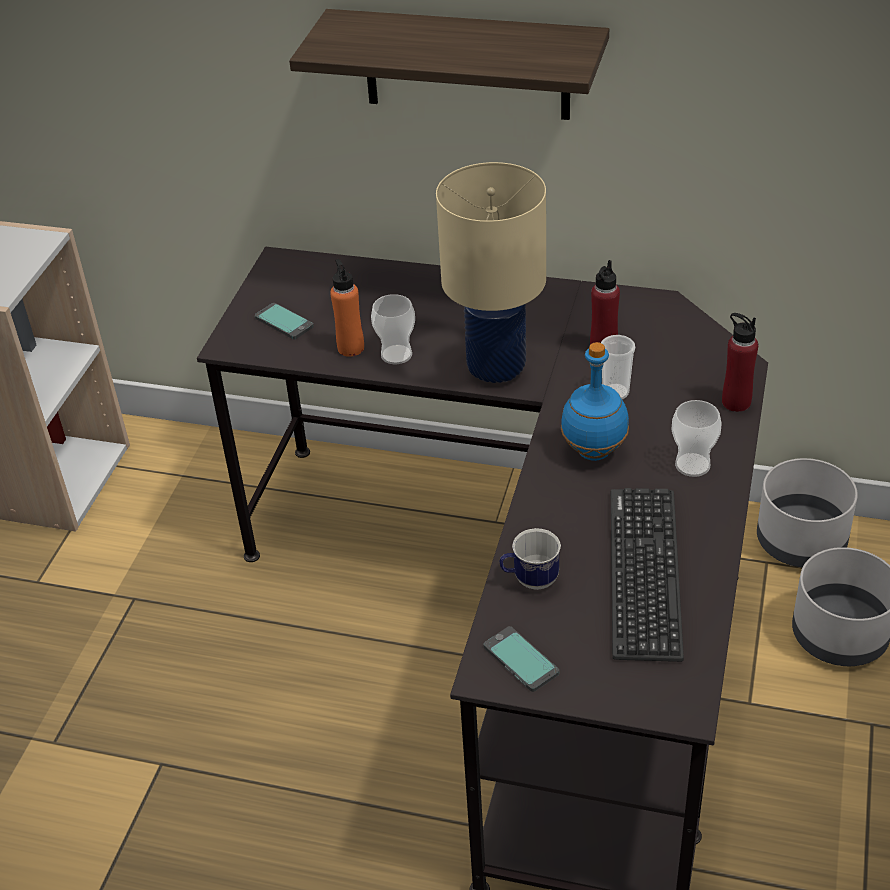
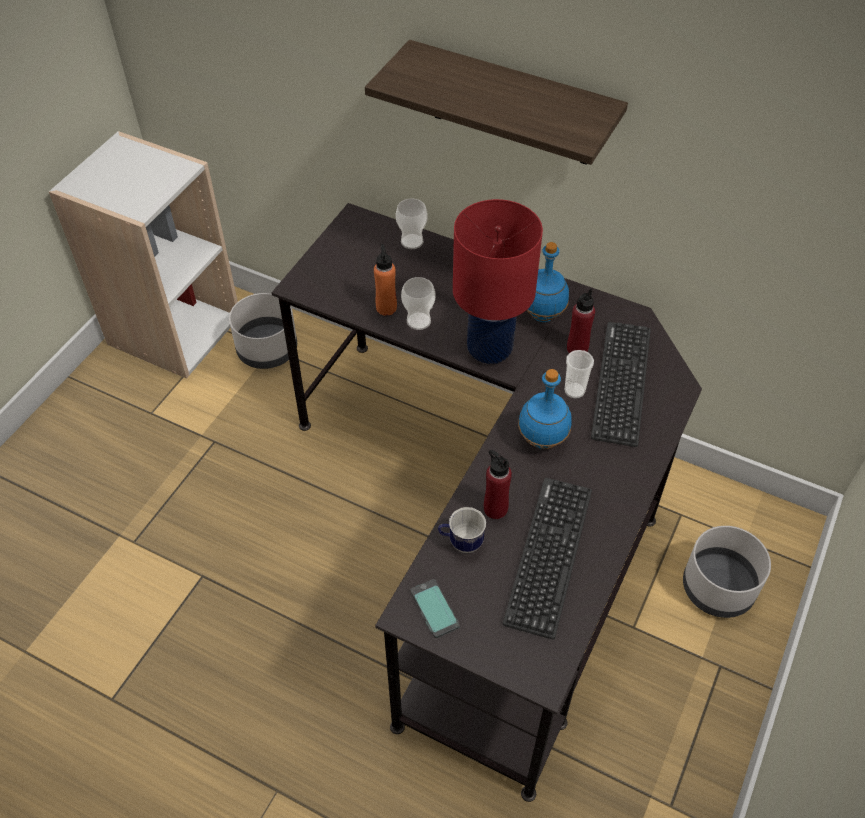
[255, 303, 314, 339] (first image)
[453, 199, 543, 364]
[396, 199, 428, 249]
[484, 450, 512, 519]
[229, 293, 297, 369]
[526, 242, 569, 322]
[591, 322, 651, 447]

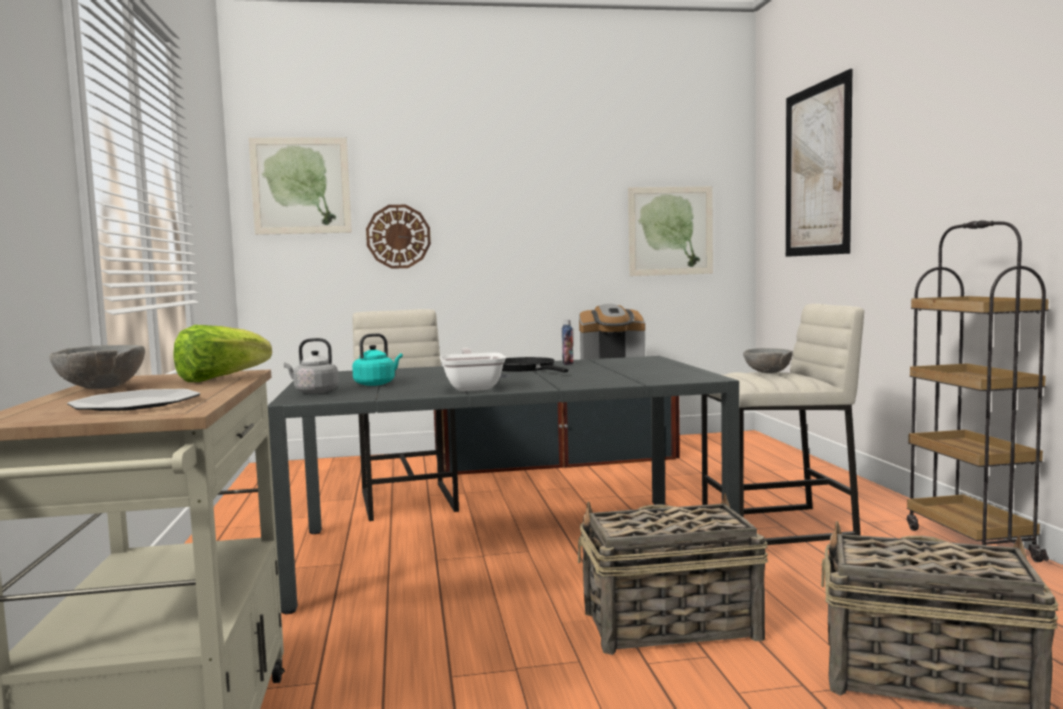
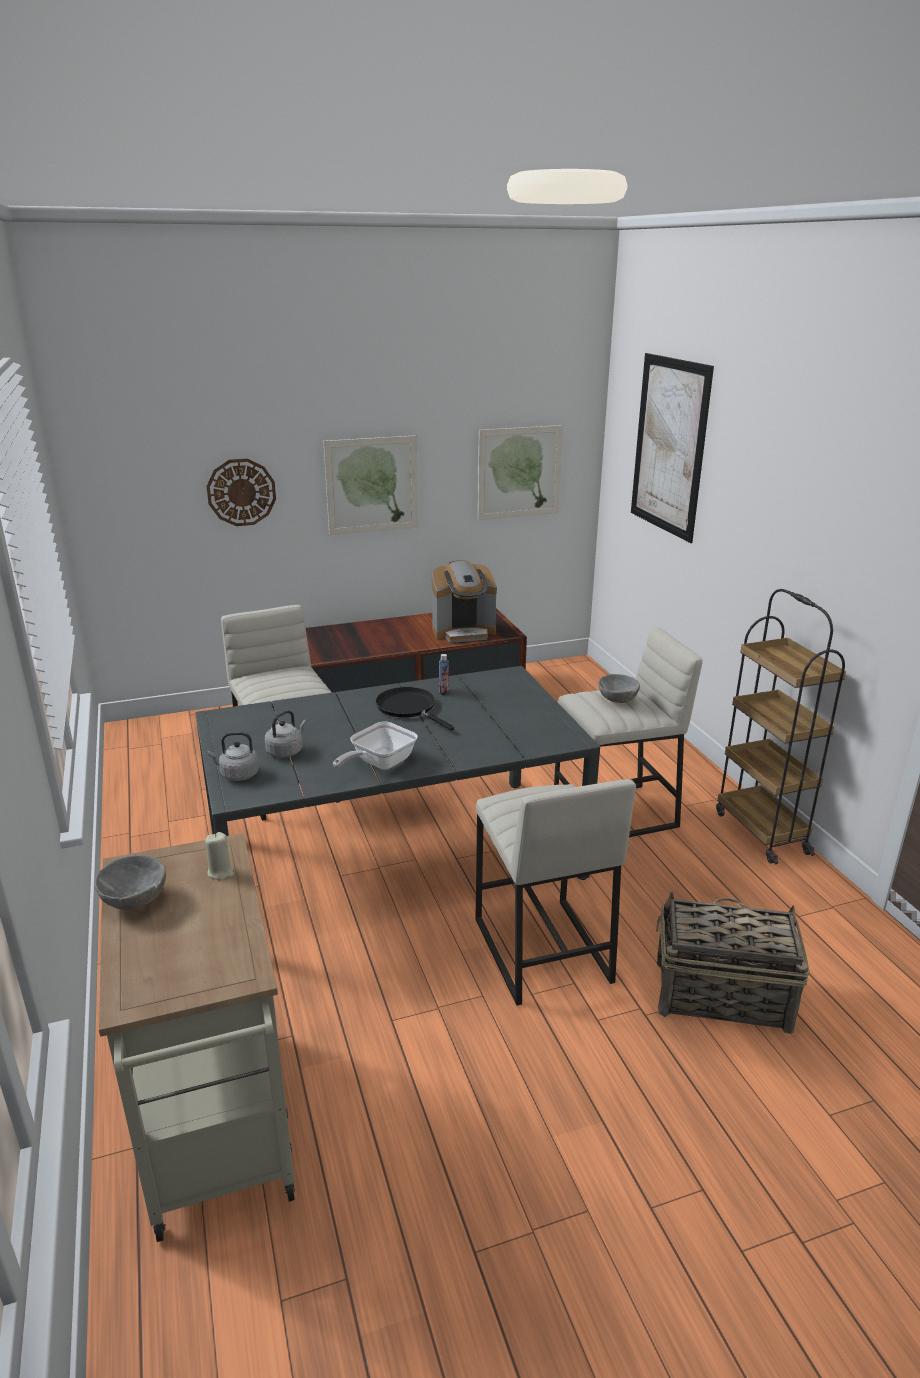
[67, 389, 200, 411] (first image)
[205, 832, 234, 881]
[323, 435, 418, 535]
[265, 710, 307, 758]
[333, 722, 418, 770]
[476, 779, 636, 1006]

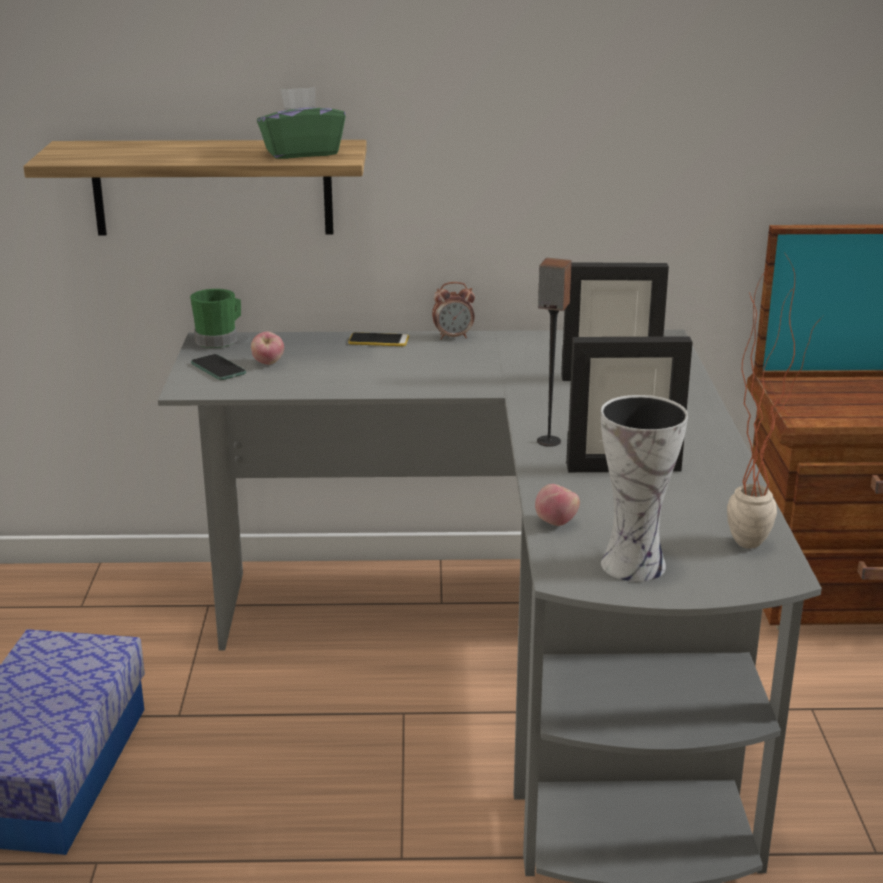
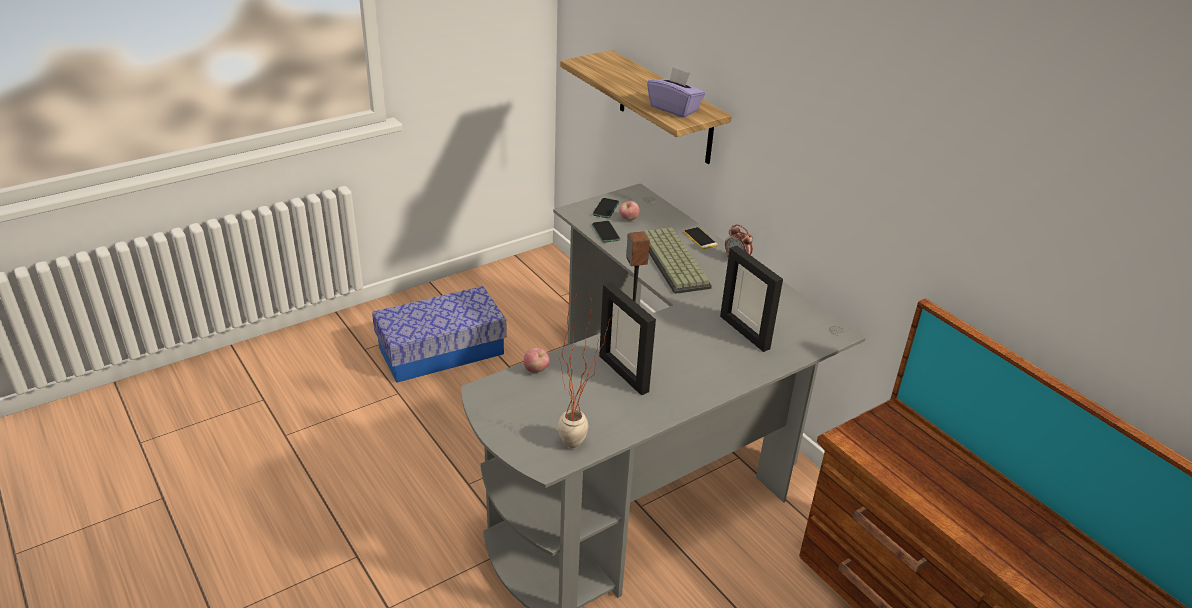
[190, 289, 241, 348] (first image)
[647, 67, 705, 118]
[601, 395, 688, 582] (first image)
[592, 221, 620, 243]
[642, 227, 712, 294]

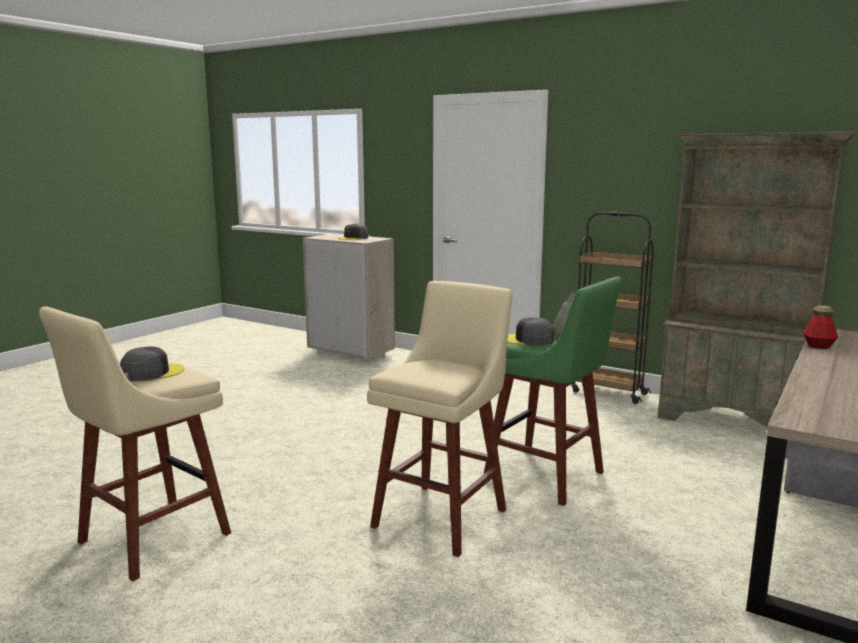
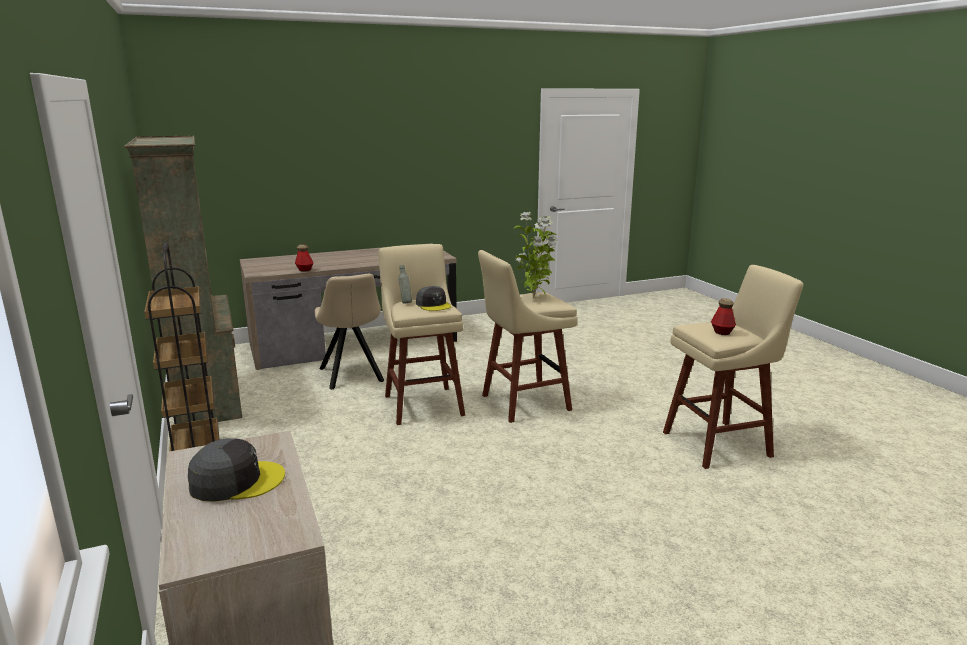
[711, 298, 736, 335]
[378, 244, 465, 425]
[315, 274, 384, 390]
[514, 212, 558, 298]

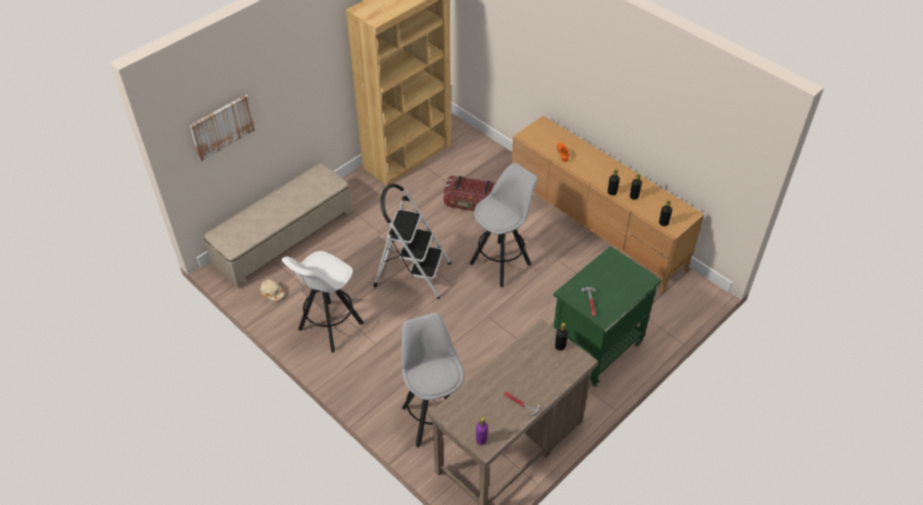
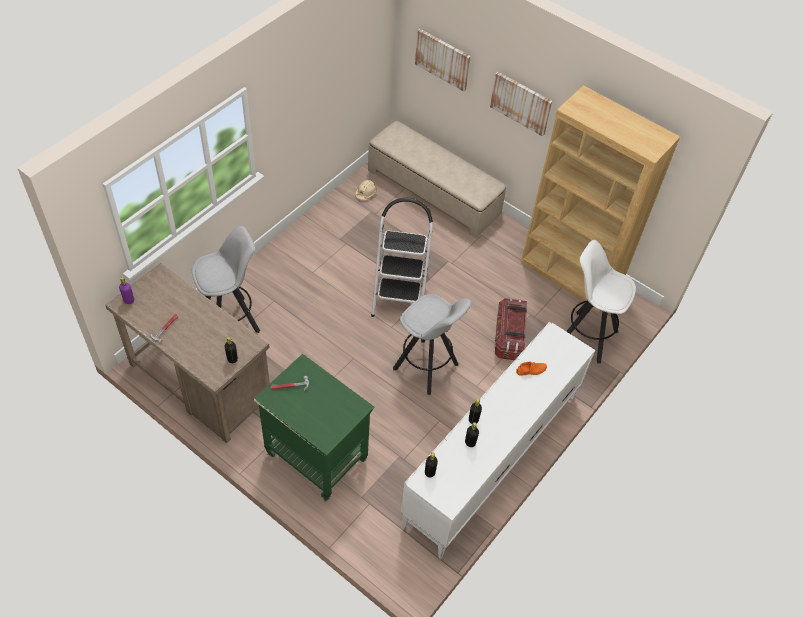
[566, 240, 636, 363]
[401, 322, 595, 559]
[490, 72, 552, 137]

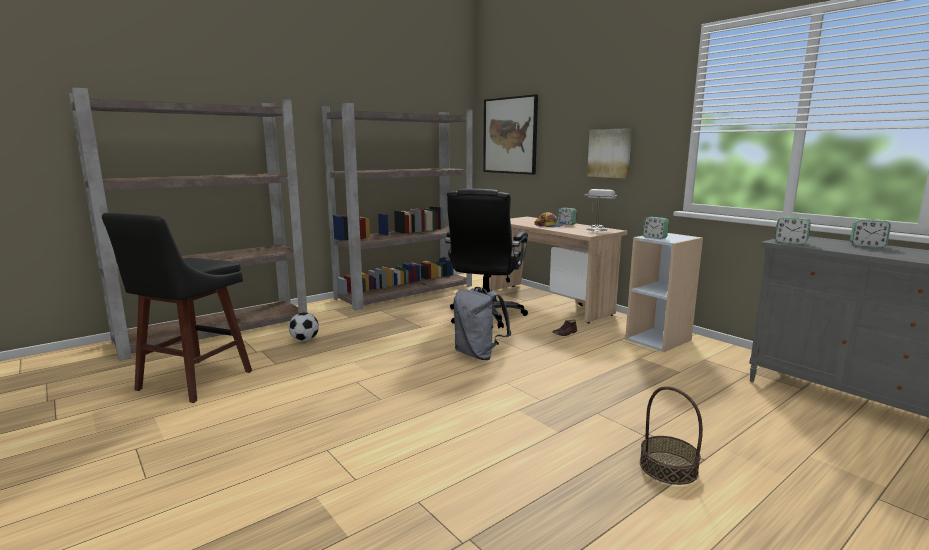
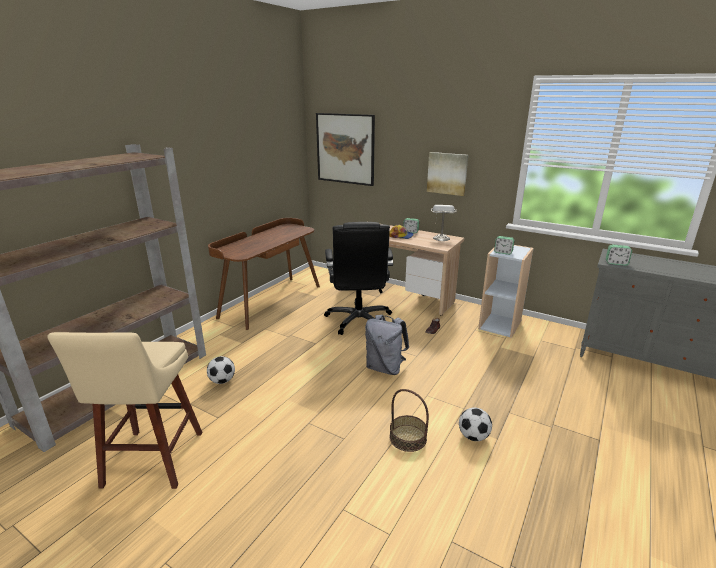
[47, 332, 203, 489]
[208, 218, 320, 330]
[390, 389, 429, 452]
[850, 219, 891, 248] (first image)
[459, 407, 492, 441]

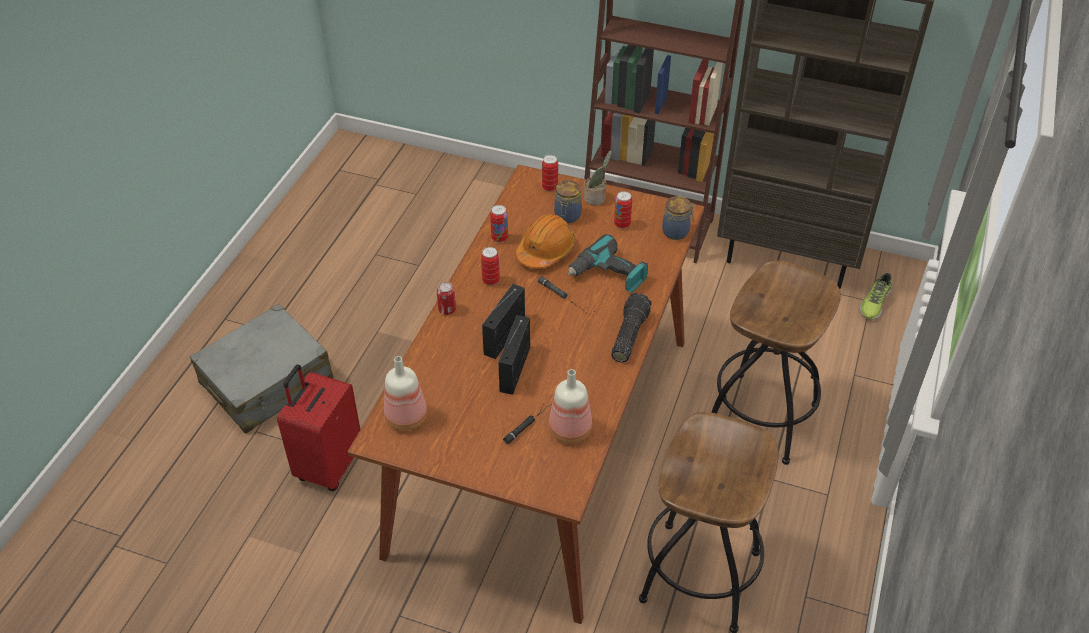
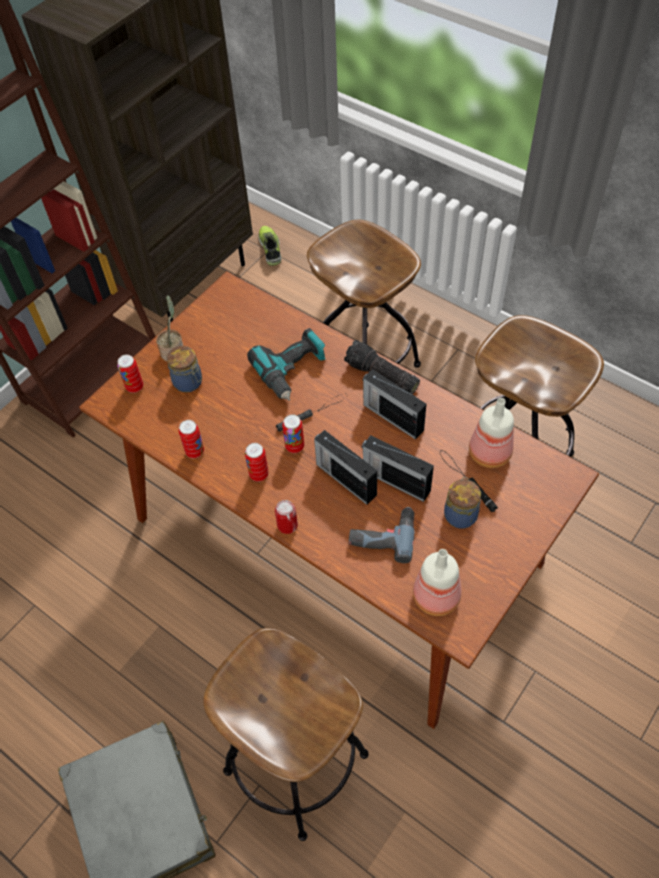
[203, 628, 369, 841]
[515, 214, 575, 269] (first image)
[282, 414, 304, 453]
[444, 477, 481, 529]
[258, 226, 281, 266]
[349, 507, 414, 563]
[363, 369, 427, 440]

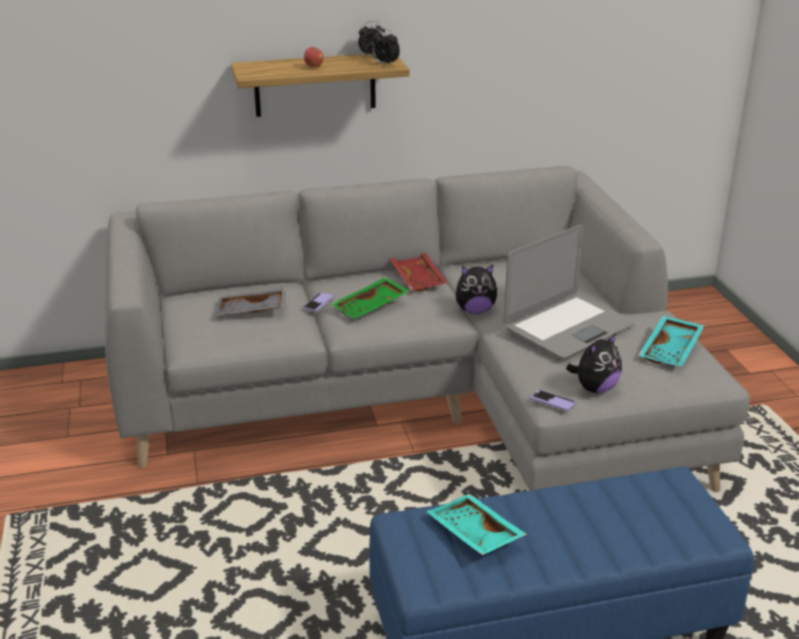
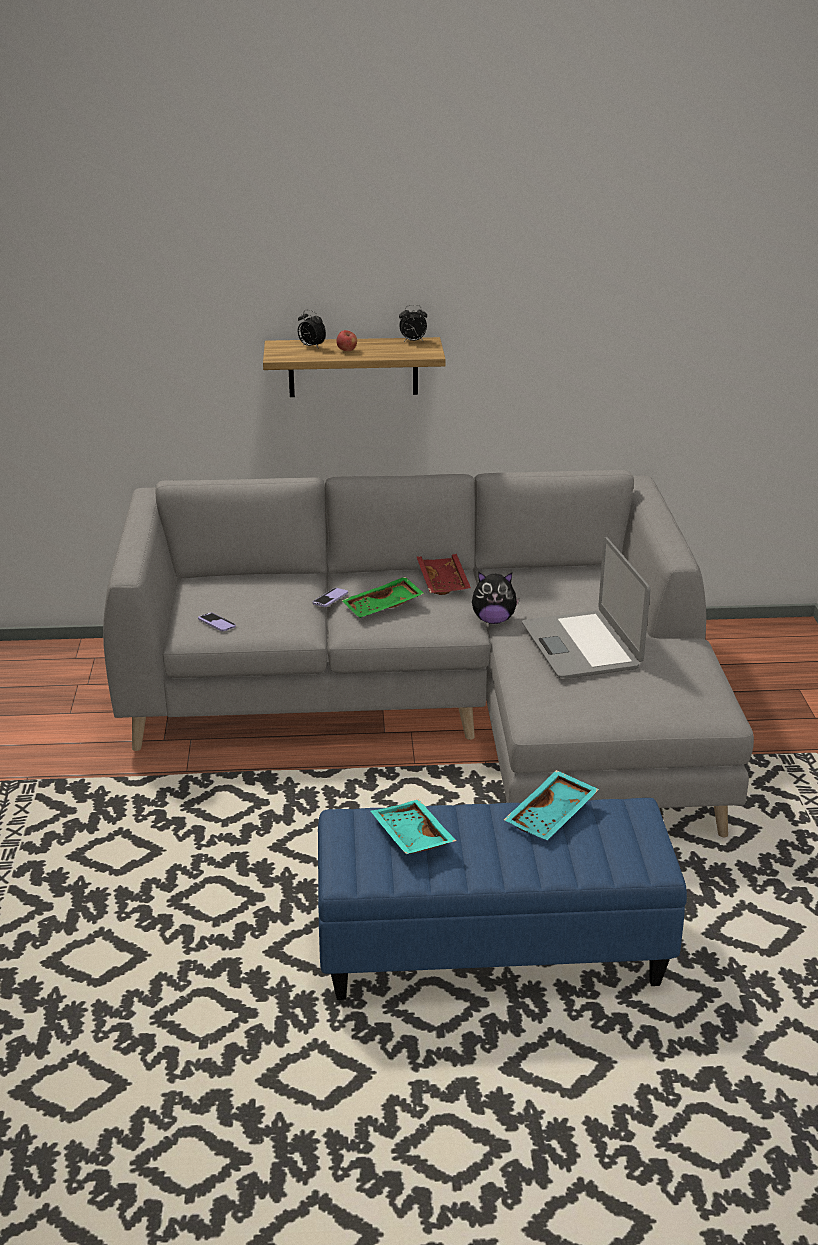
[215, 288, 286, 315] (first image)
[298, 309, 326, 349]
[522, 537, 650, 678]
[198, 612, 236, 631]
[566, 333, 622, 393] (first image)
[504, 770, 599, 840]

